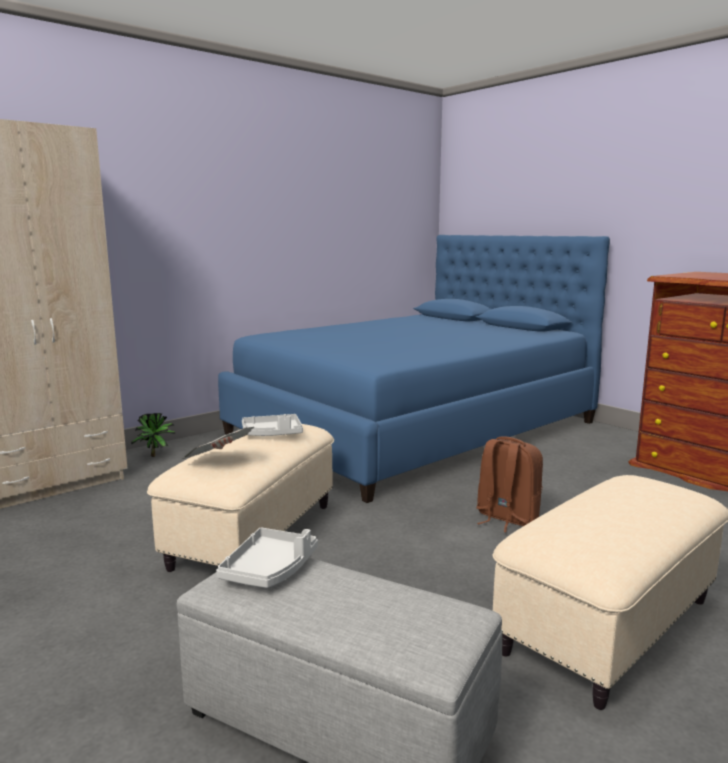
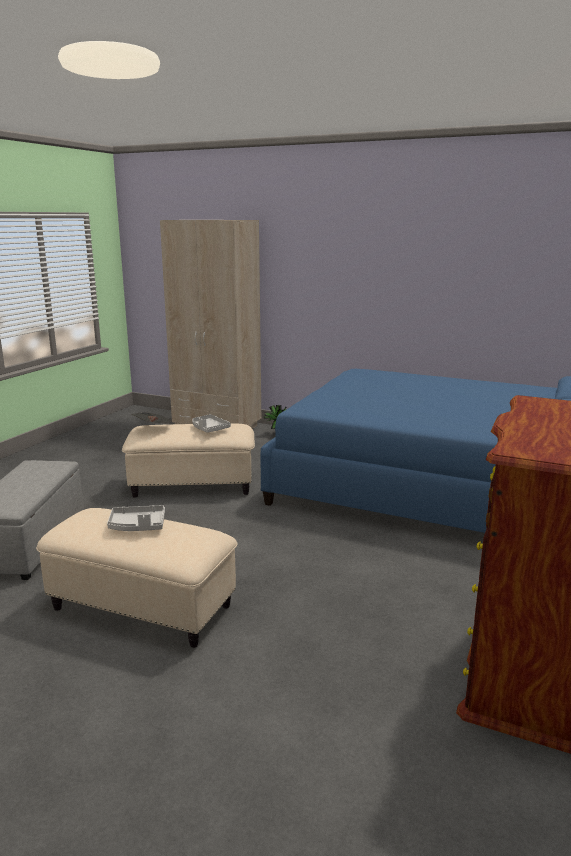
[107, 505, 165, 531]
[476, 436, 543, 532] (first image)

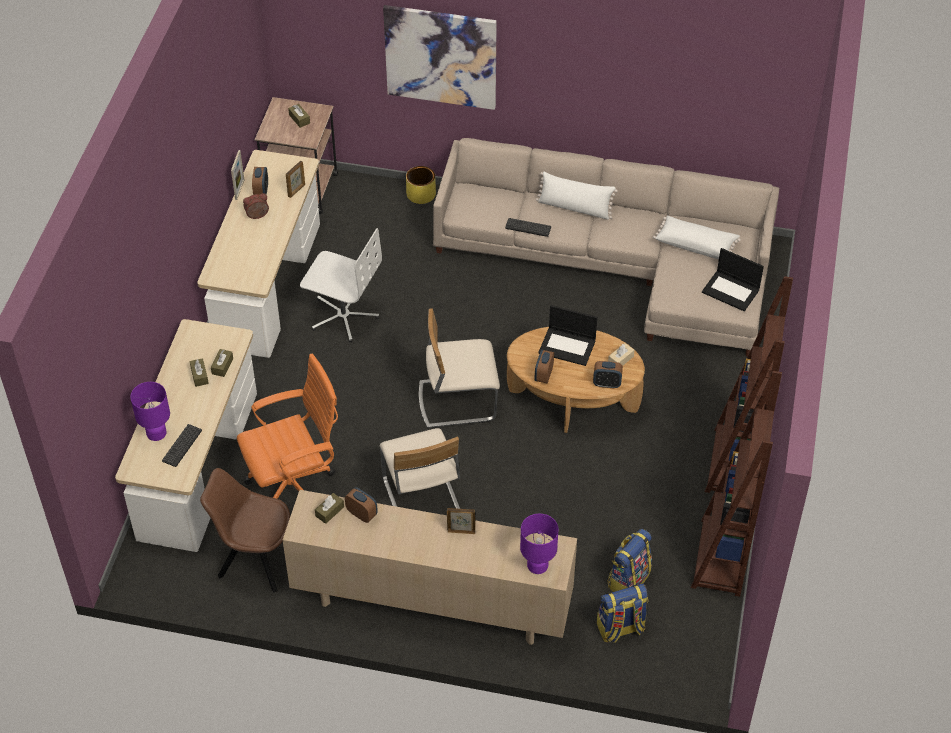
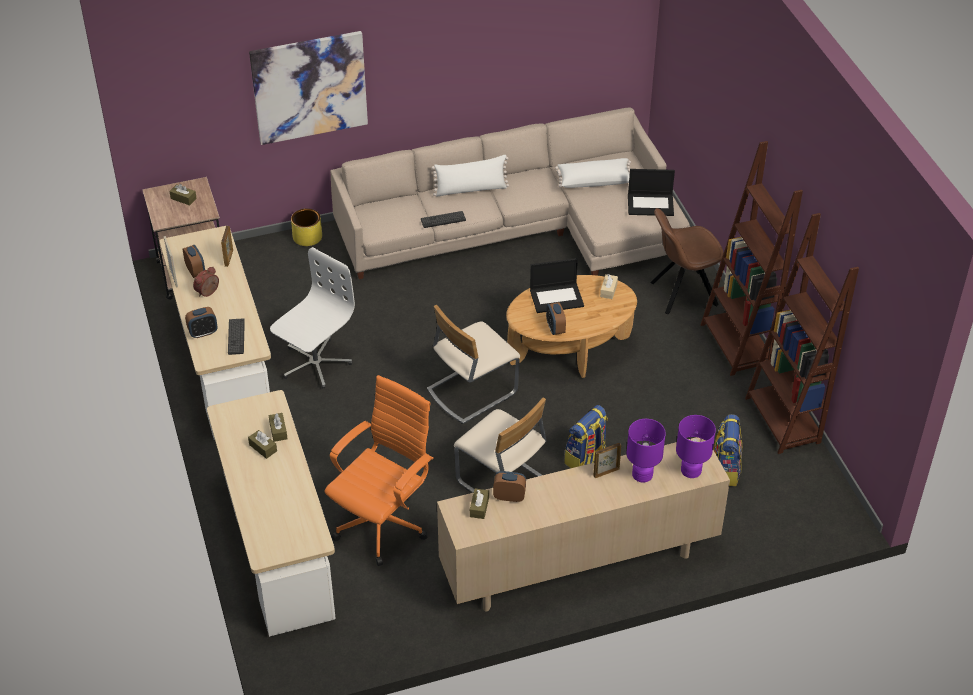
[627, 419, 666, 482]
[228, 318, 245, 355]
[650, 208, 724, 314]
[270, 247, 355, 388]
[185, 307, 217, 338]
[564, 405, 608, 468]

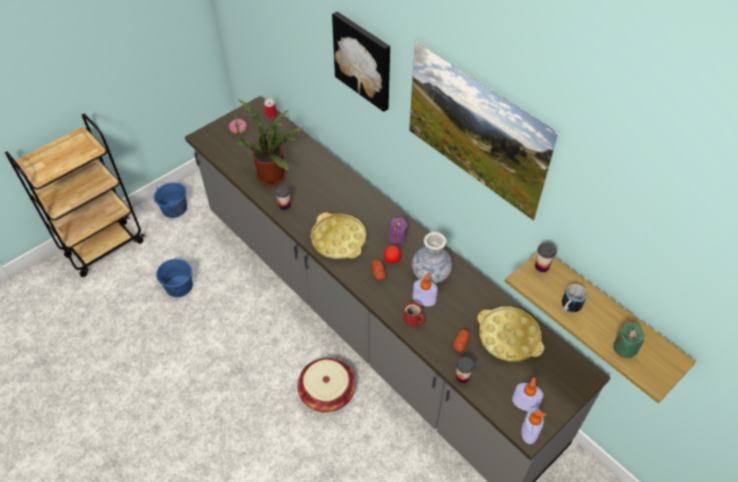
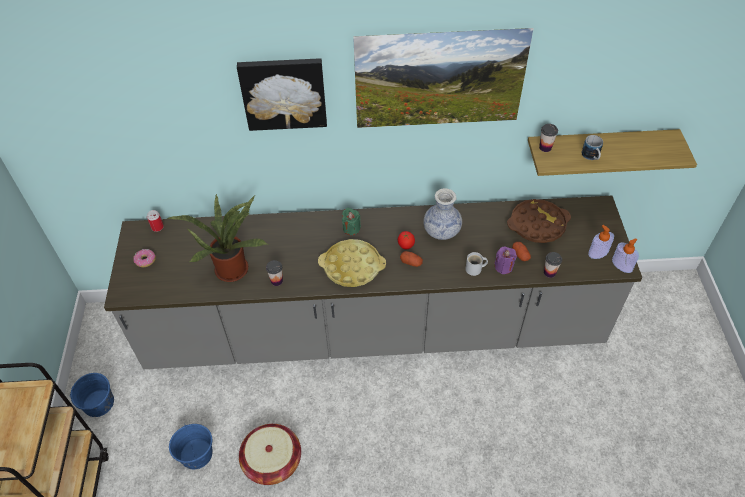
[239, 424, 301, 485]
[494, 246, 517, 274]
[465, 252, 488, 276]
[413, 273, 438, 306] (first image)
[507, 199, 571, 243]
[342, 208, 361, 235]

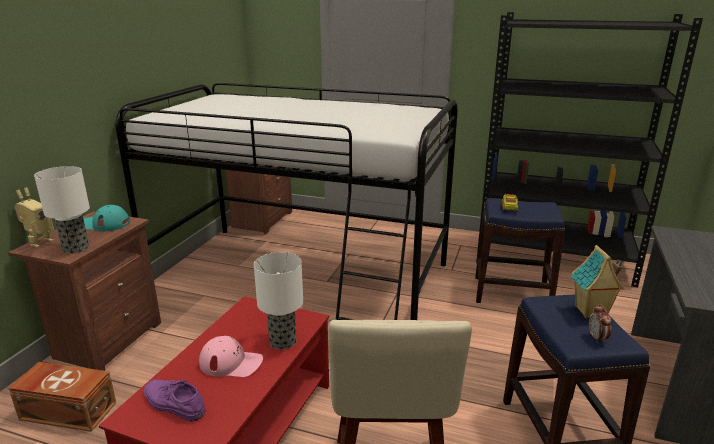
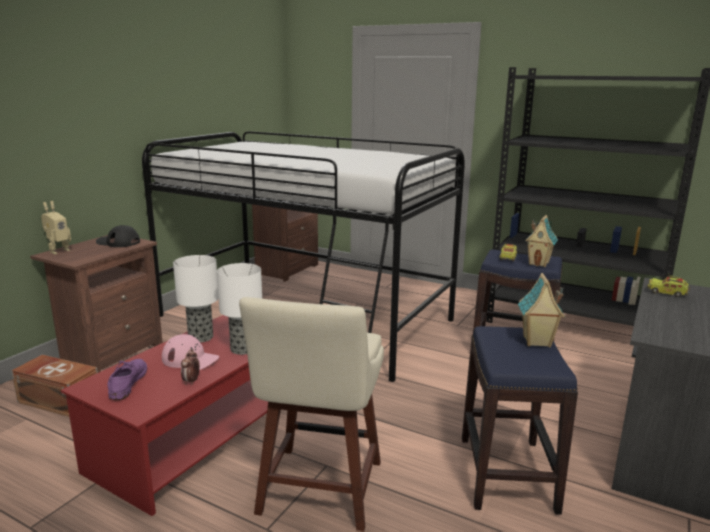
[173, 255, 219, 343]
[96, 225, 140, 247]
[108, 359, 147, 400]
[181, 349, 200, 385]
[525, 215, 558, 267]
[647, 274, 690, 298]

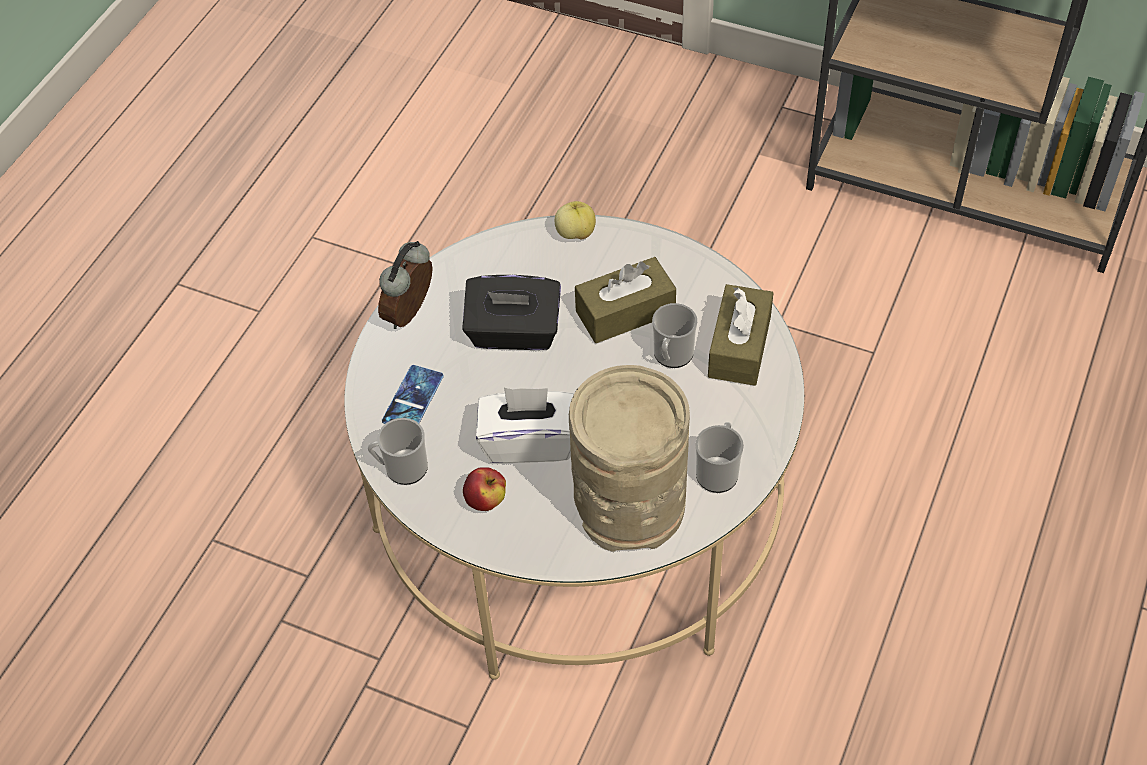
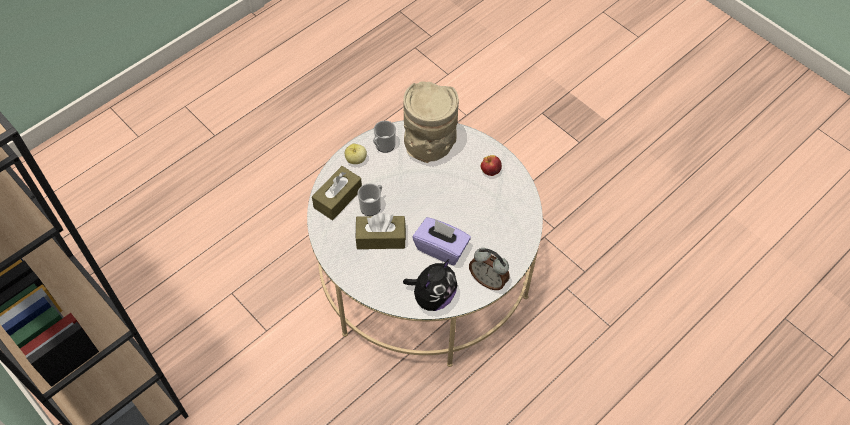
[368, 418, 428, 485] (first image)
[469, 248, 510, 290]
[382, 365, 444, 424] (first image)
[413, 217, 471, 265]
[476, 387, 574, 464] (first image)
[345, 144, 367, 164]
[403, 259, 457, 311]

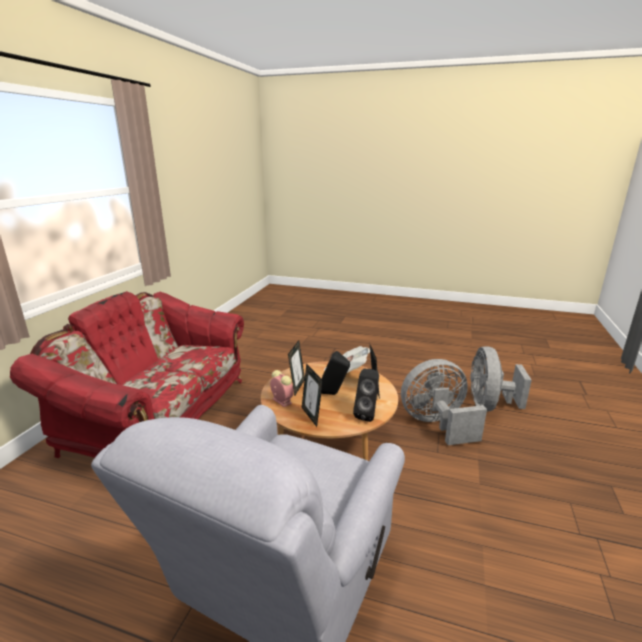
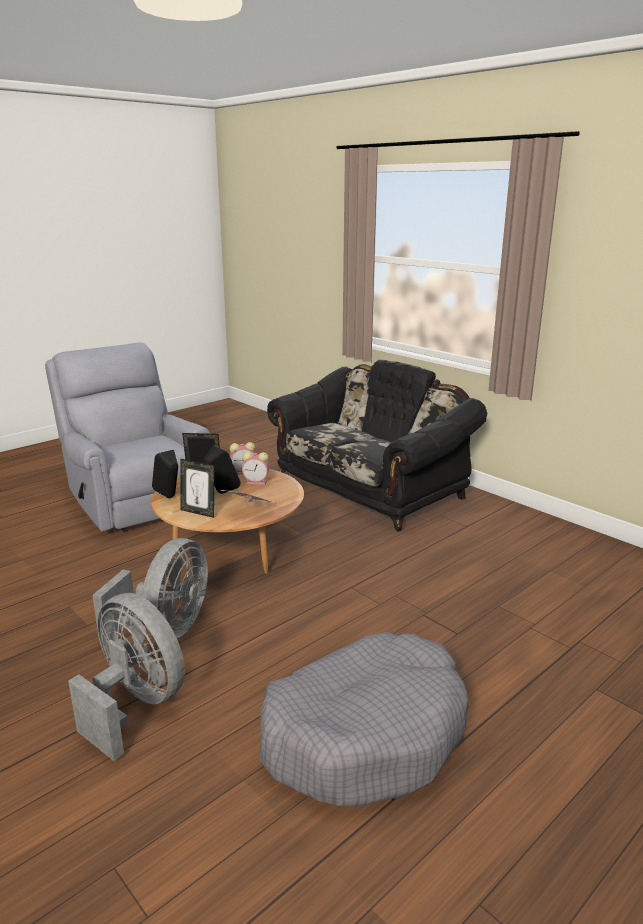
[267, 360, 487, 532]
[242, 452, 270, 485]
[259, 632, 469, 807]

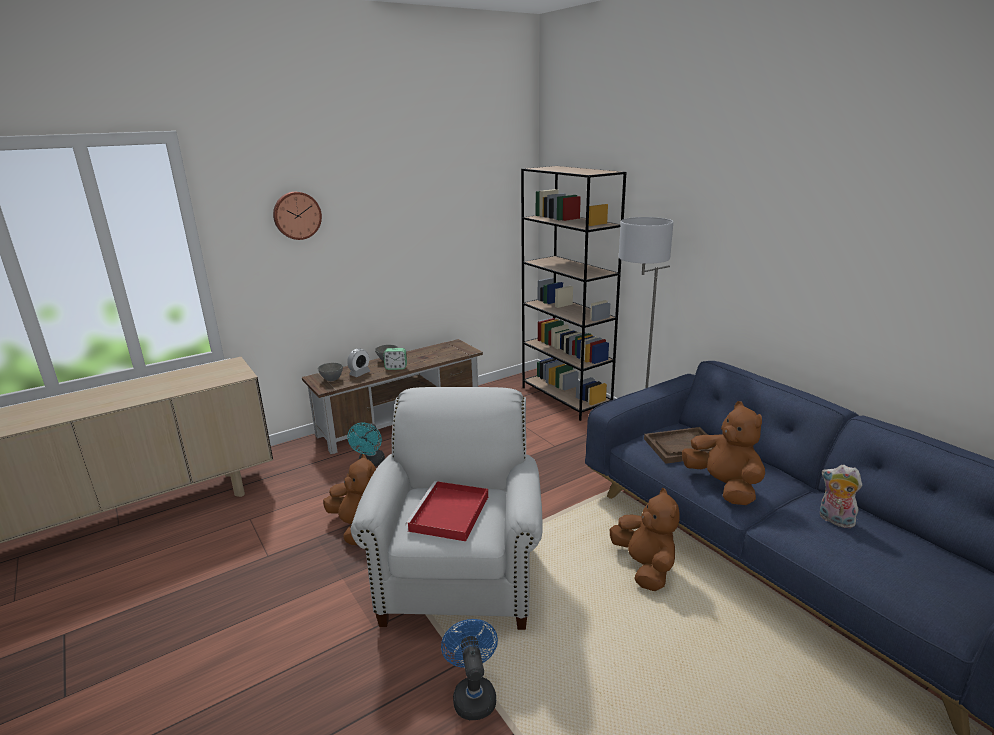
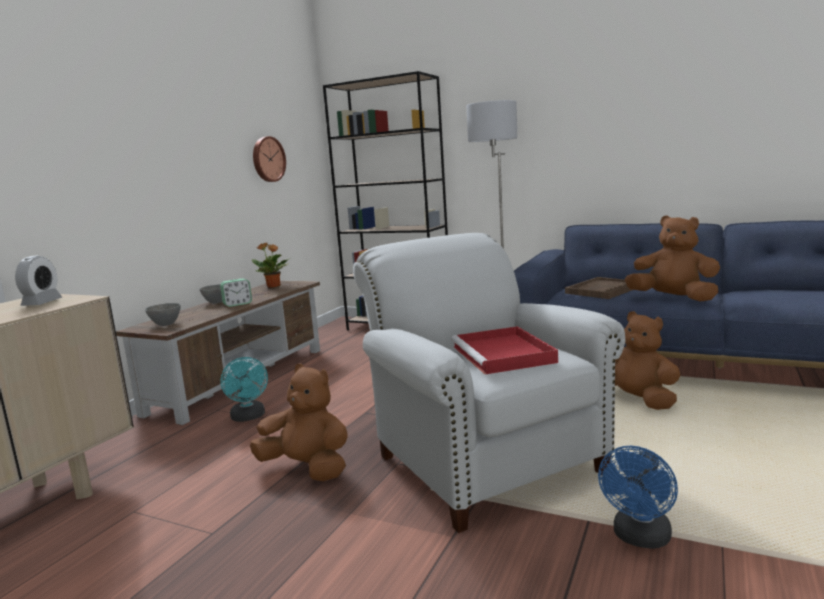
[253, 136, 286, 182]
[15, 256, 62, 306]
[598, 446, 678, 549]
[820, 465, 862, 528] (first image)
[251, 243, 290, 288]

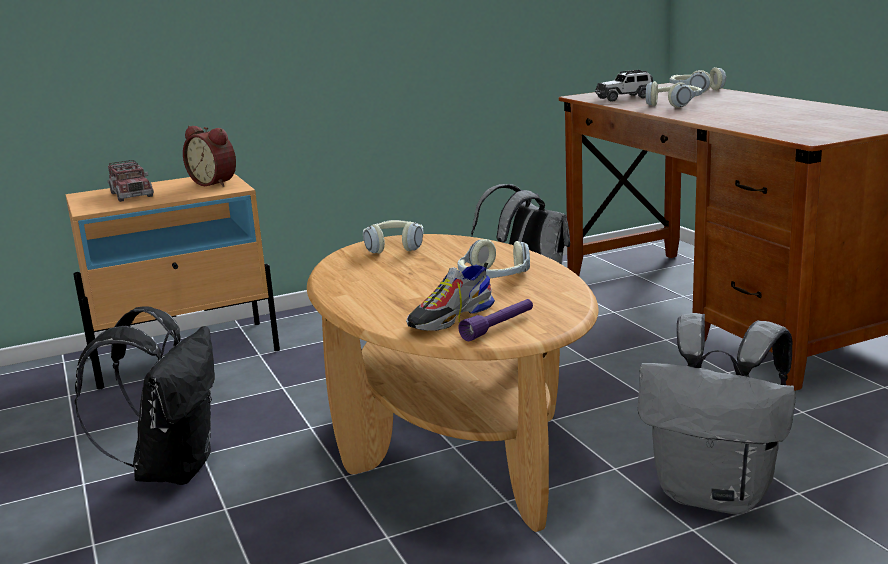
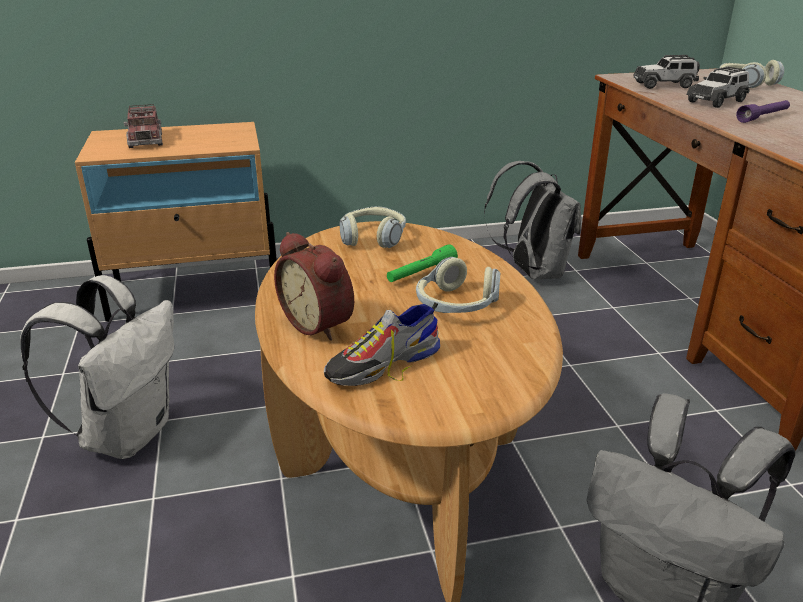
[20, 275, 174, 459]
[274, 232, 354, 341]
[736, 100, 790, 123]
[686, 66, 750, 108]
[387, 244, 458, 282]

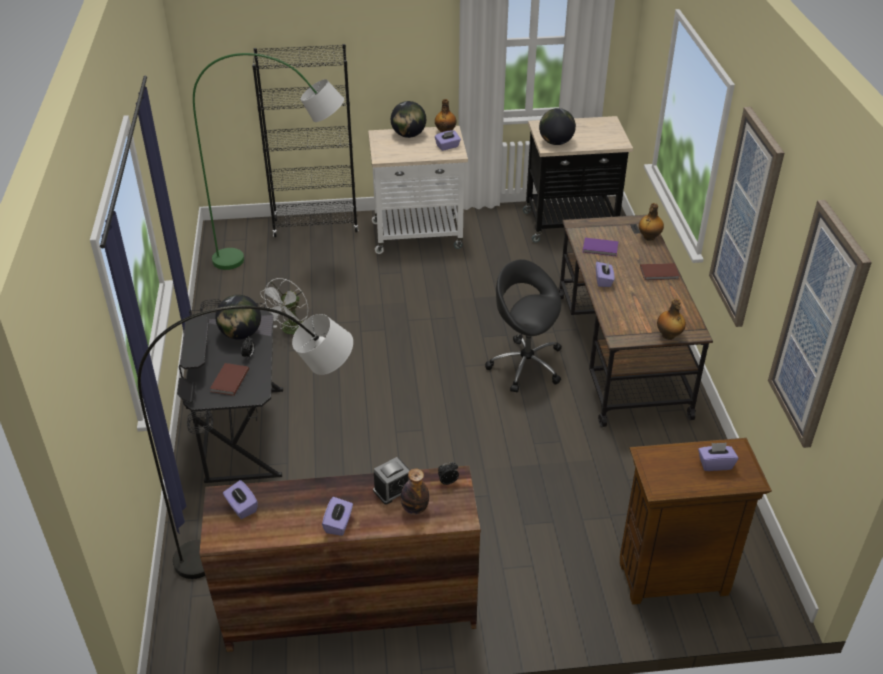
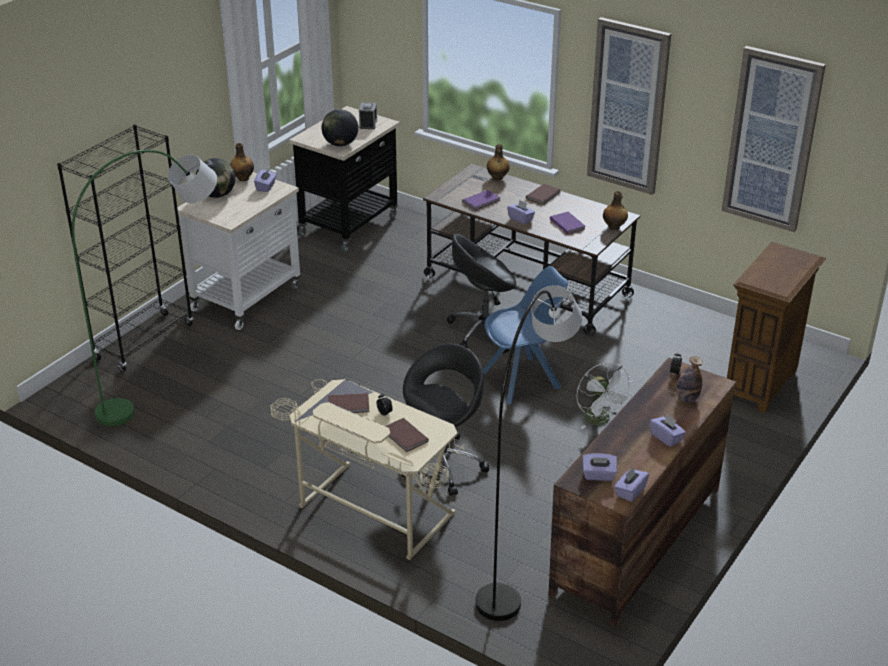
[270, 379, 465, 560]
[328, 393, 369, 413]
[576, 362, 633, 429]
[359, 102, 377, 129]
[615, 467, 649, 502]
[401, 343, 490, 495]
[483, 266, 568, 405]
[550, 212, 585, 234]

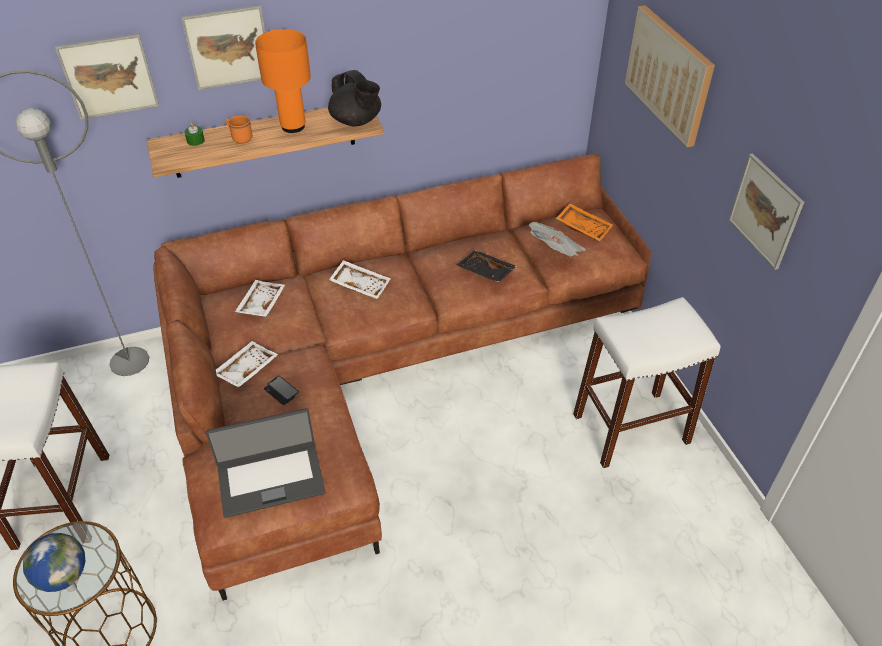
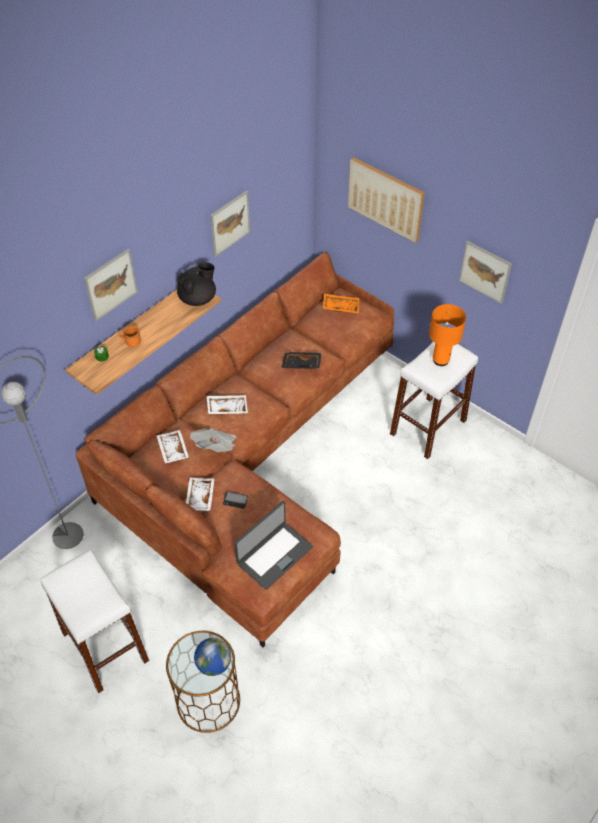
[210, 190, 250, 257]
[429, 304, 466, 366]
[177, 262, 216, 306]
[190, 428, 237, 452]

